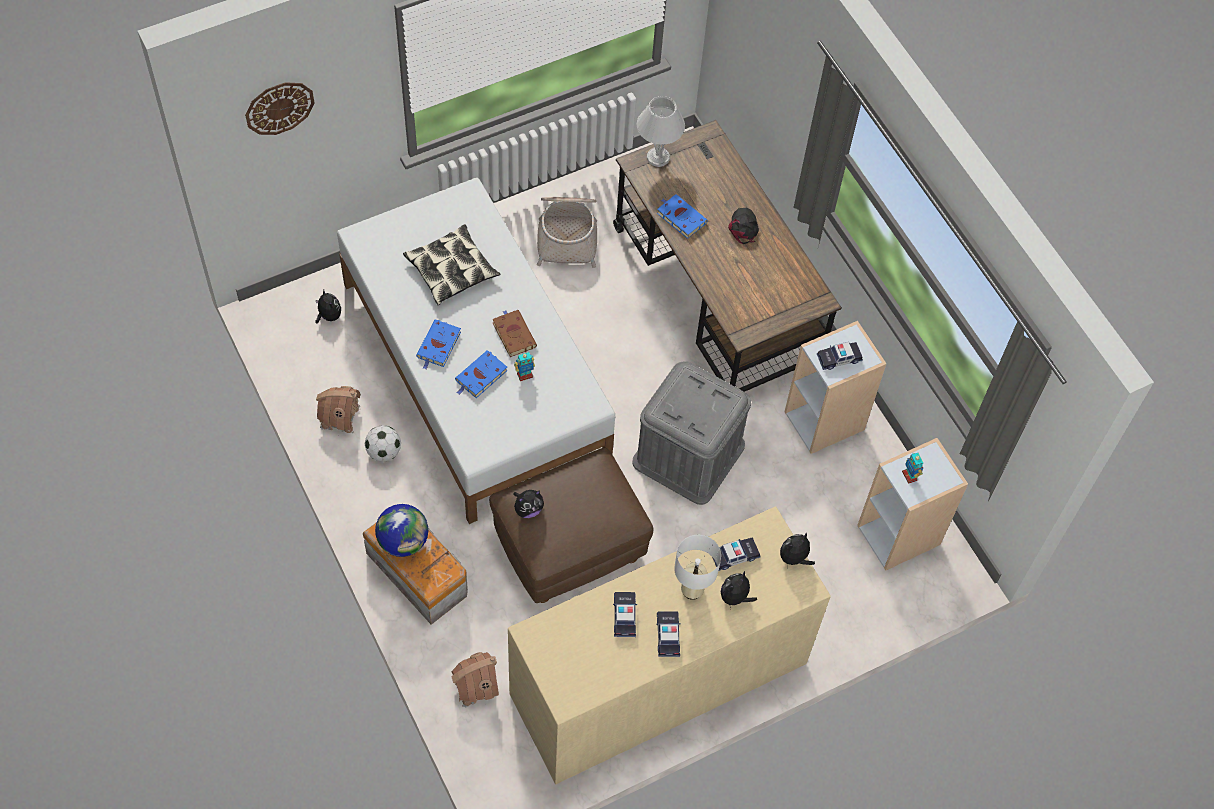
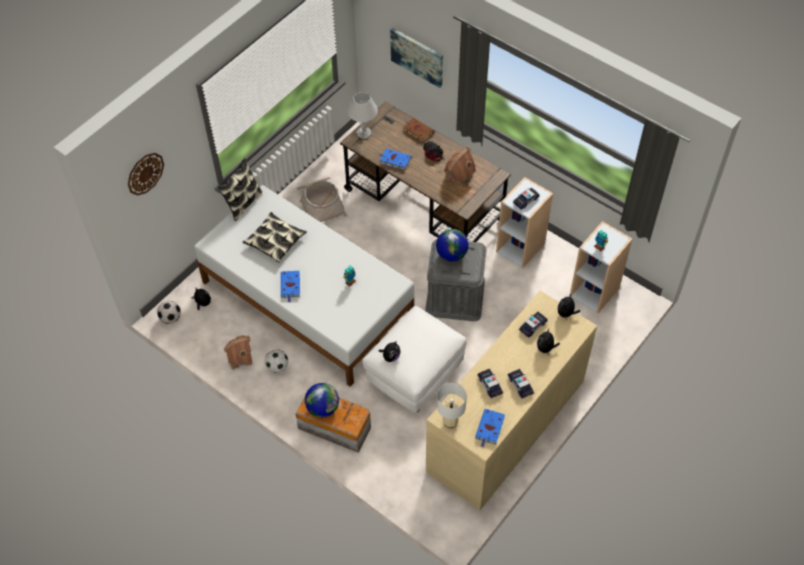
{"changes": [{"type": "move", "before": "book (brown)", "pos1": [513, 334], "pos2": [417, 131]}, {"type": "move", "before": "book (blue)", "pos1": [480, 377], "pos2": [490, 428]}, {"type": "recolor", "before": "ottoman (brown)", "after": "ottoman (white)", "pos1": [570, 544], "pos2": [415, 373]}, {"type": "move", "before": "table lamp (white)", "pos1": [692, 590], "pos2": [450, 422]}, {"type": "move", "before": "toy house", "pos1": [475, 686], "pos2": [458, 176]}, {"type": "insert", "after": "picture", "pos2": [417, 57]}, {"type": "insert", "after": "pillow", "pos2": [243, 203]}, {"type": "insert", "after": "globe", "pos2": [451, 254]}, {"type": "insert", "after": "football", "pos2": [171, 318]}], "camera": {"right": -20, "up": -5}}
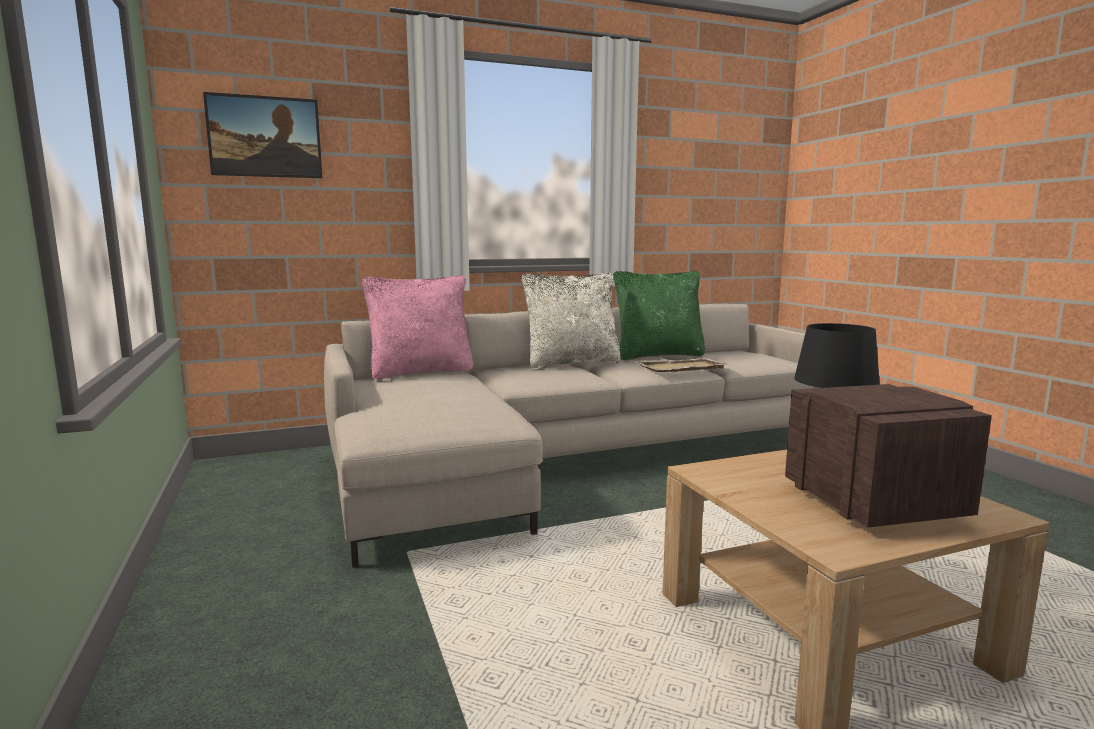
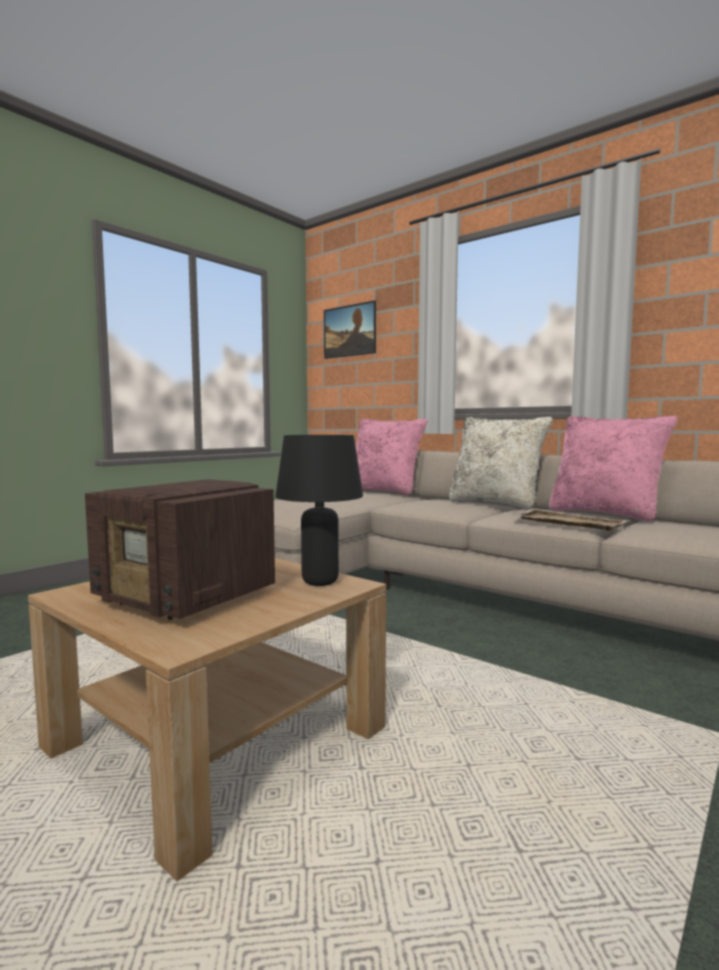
{"changes": [{"type": "recolor", "before": "pillow (green)", "after": "pillow (pink)", "pos1": [659, 357], "pos2": [604, 515]}, {"type": "rotate", "before": "radio", "pos1": [872, 502], "pos2": [187, 598], "turn": 75}], "camera": {"right": 60, "up": -5}}
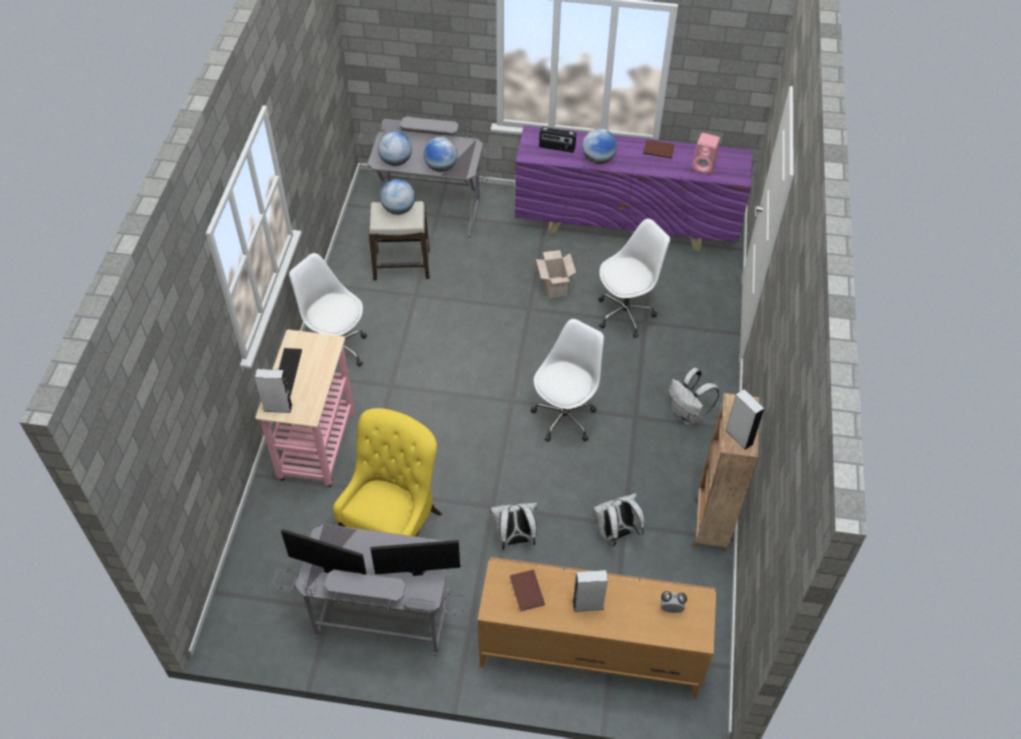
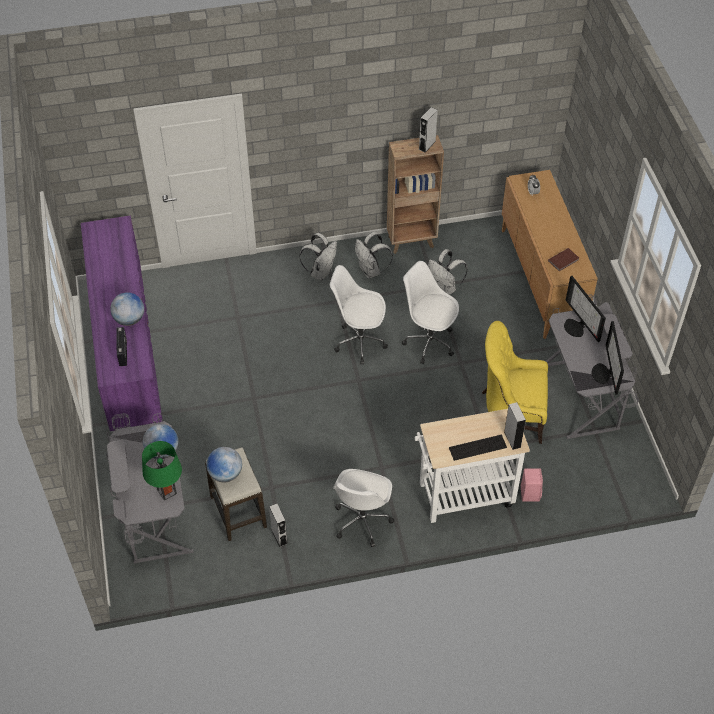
{"changes": [{"type": "replace", "before": "globe", "after": "table lamp (green)", "pos1": [396, 161], "pos2": [167, 491]}, {"type": "move", "before": "speaker (pink)", "pos1": [704, 167], "pos2": [529, 492]}, {"type": "delete", "before": "book (brown)", "pos1": [658, 149]}, {"type": "move", "before": "office chair (white)", "pos1": [626, 314], "pos2": [428, 342]}, {"type": "delete", "before": "cardboard box", "pos1": [554, 287]}, {"type": "recolor", "before": "cart (pink)", "after": "cart (white)", "pos1": [318, 444], "pos2": [464, 495]}, {"type": "move", "before": "backpack (white)", "pos1": [515, 539], "pos2": [371, 271]}, {"type": "move", "before": "speaker (grey)", "pos1": [588, 605], "pos2": [279, 536]}], "camera": {"right": -110, "up": 0}}
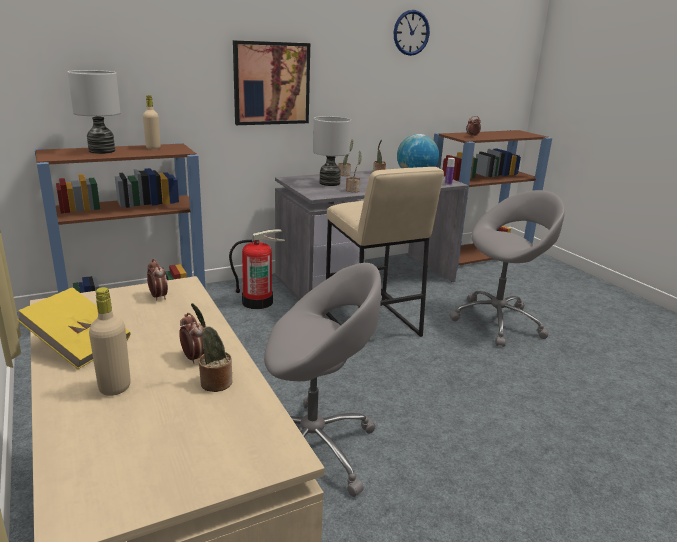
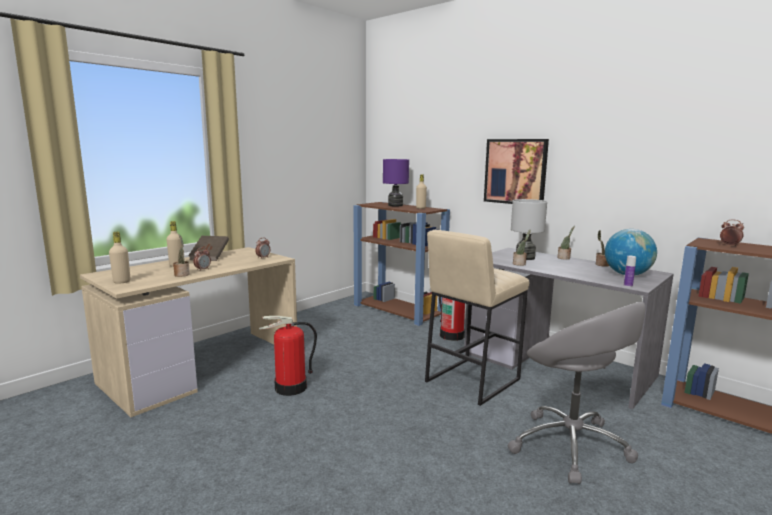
{"changes": [{"type": "delete", "before": "wall clock", "pos1": [411, 32]}, {"type": "recolor", "before": "table lamp (grey)", "after": "table lamp (purple)", "pos1": [102, 151], "pos2": [395, 205]}, {"type": "replace", "before": "office chair (grey)", "after": "fire extinguisher", "pos1": [315, 449], "pos2": [290, 388]}, {"type": "recolor", "before": "book (yellow)", "after": "book (brown)", "pos1": [79, 345], "pos2": [210, 257]}, {"type": "insert", "after": "bottle (beige)", "pos2": [122, 282]}], "camera": {"right": 70, "up": -10}}
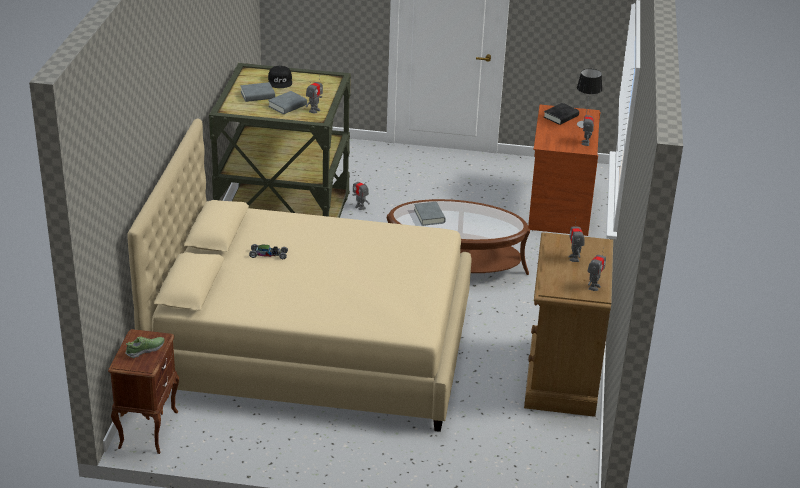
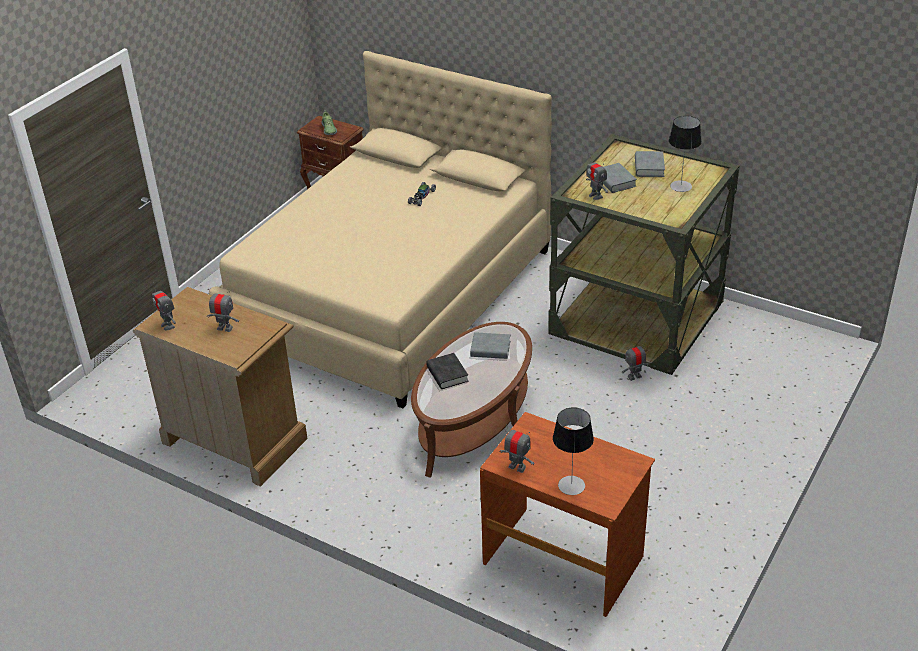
{"changes": [{"type": "replace", "before": "cap (black)", "after": "table lamp", "pos1": [280, 81], "pos2": [681, 186]}, {"type": "move", "before": "book (black)", "pos1": [561, 117], "pos2": [447, 374]}], "camera": {"right": 115, "up": 5}}
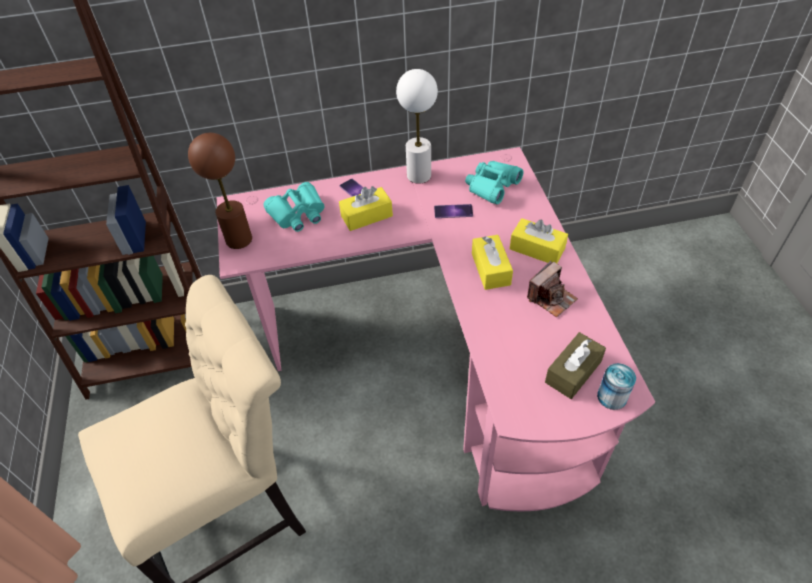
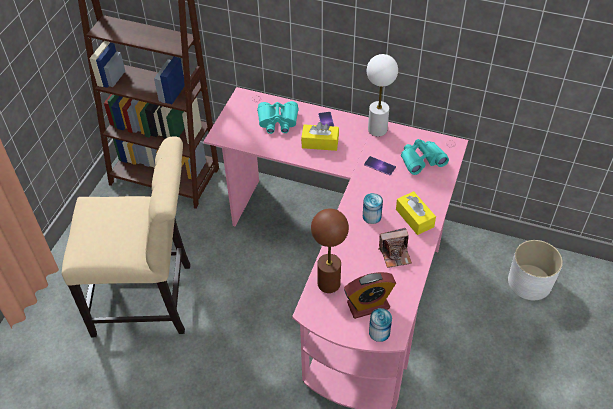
{"changes": [{"type": "move", "before": "table lamp (brown)", "pos1": [239, 239], "pos2": [328, 284]}, {"type": "replace", "before": "tissue box (yellow)", "after": "can", "pos1": [490, 269], "pos2": [372, 216]}, {"type": "replace", "before": "tissue box (brown)", "after": "alarm clock", "pos1": [573, 372], "pos2": [368, 305]}, {"type": "insert", "after": "planter (white)", "pos2": [529, 282]}], "camera": {"right": 30, "up": 0}}
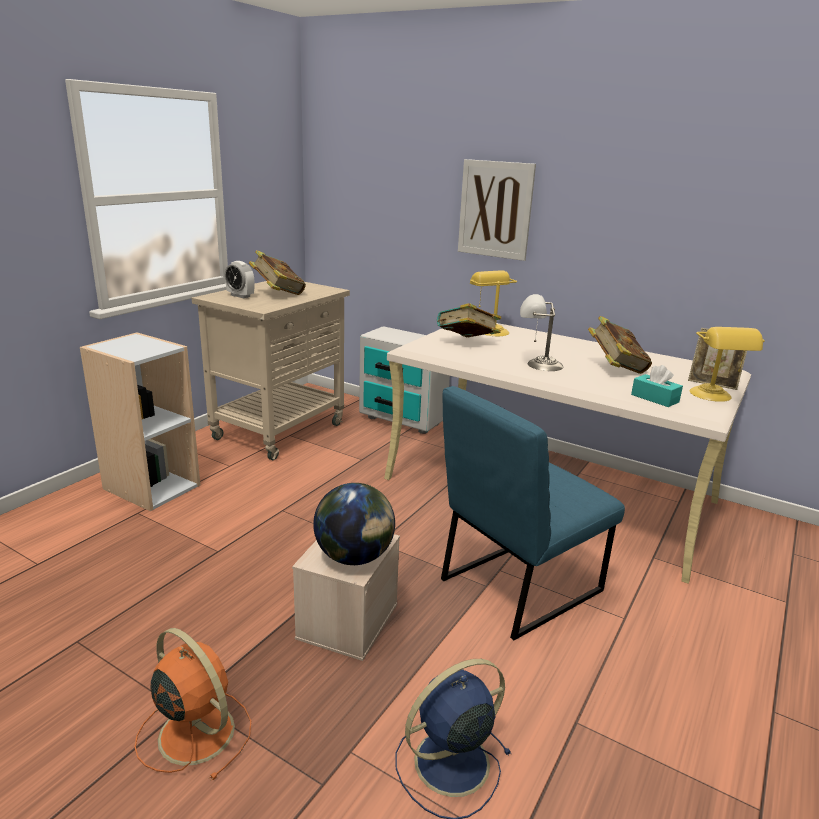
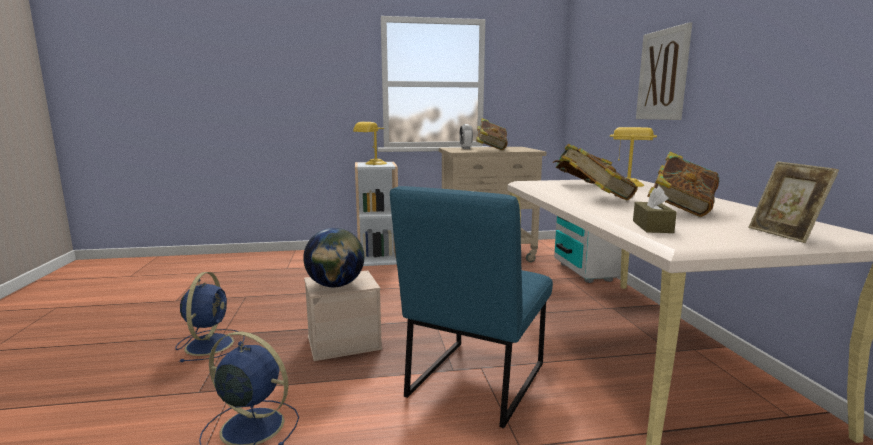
{"changes": [{"type": "replace", "before": "table lamp (white)", "after": "book", "pos1": [537, 364], "pos2": [601, 198]}, {"type": "move", "before": "table lamp (yellow)", "pos1": [715, 397], "pos2": [372, 164]}, {"type": "recolor", "before": "tissue box (turquoise)", "after": "tissue box (brown)", "pos1": [654, 398], "pos2": [652, 227]}, {"type": "rotate", "before": "chair (blue)", "pos1": [517, 586], "pos2": [474, 381], "turn": -75}, {"type": "recolor", "before": "fan (orange)", "after": "fan (blue)", "pos1": [194, 731], "pos2": [210, 344]}], "camera": {"right": 50, "up": -10}}
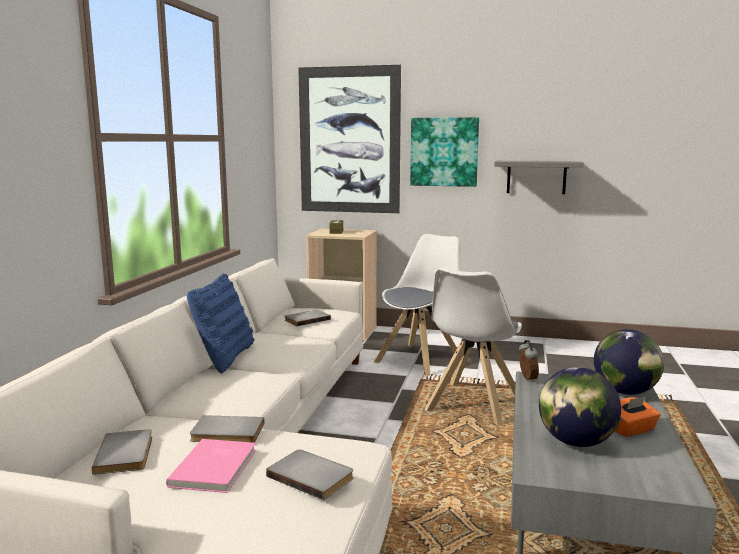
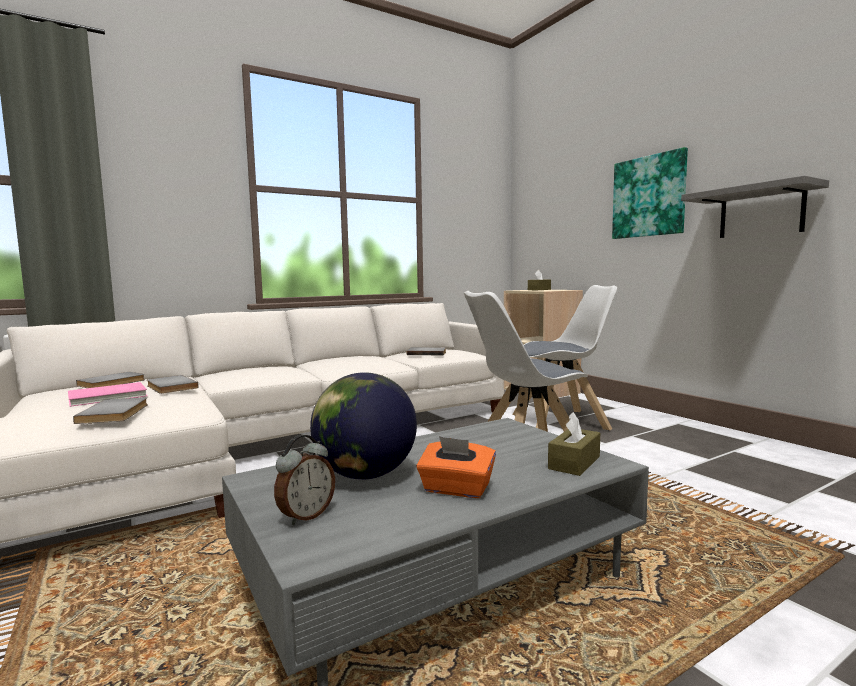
{"changes": [{"type": "delete", "before": "picture", "pos1": [349, 140]}, {"type": "delete", "before": "pillow (blue)", "pos1": [225, 358]}, {"type": "replace", "before": "globe", "after": "tissue box (brown)", "pos1": [625, 392], "pos2": [574, 463]}, {"type": "move", "before": "alarm clock", "pos1": [527, 379], "pos2": [305, 516]}], "camera": {"right": 45, "up": -5}}
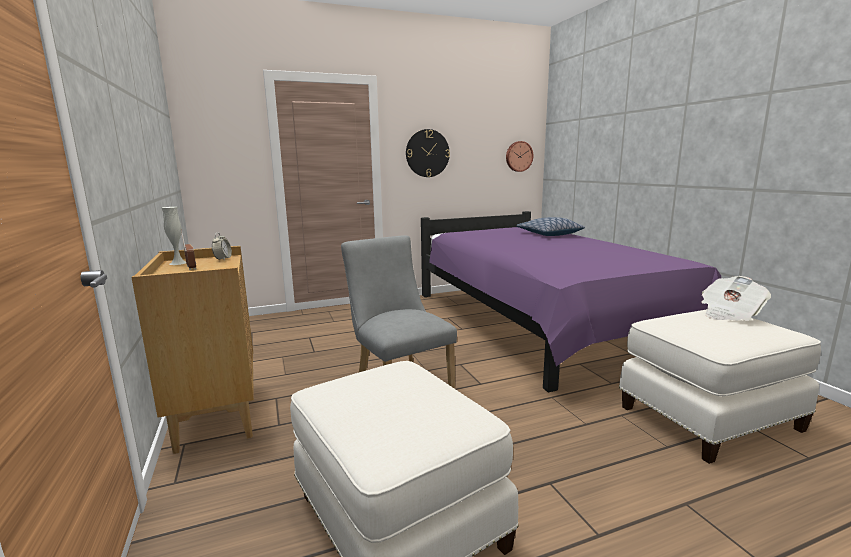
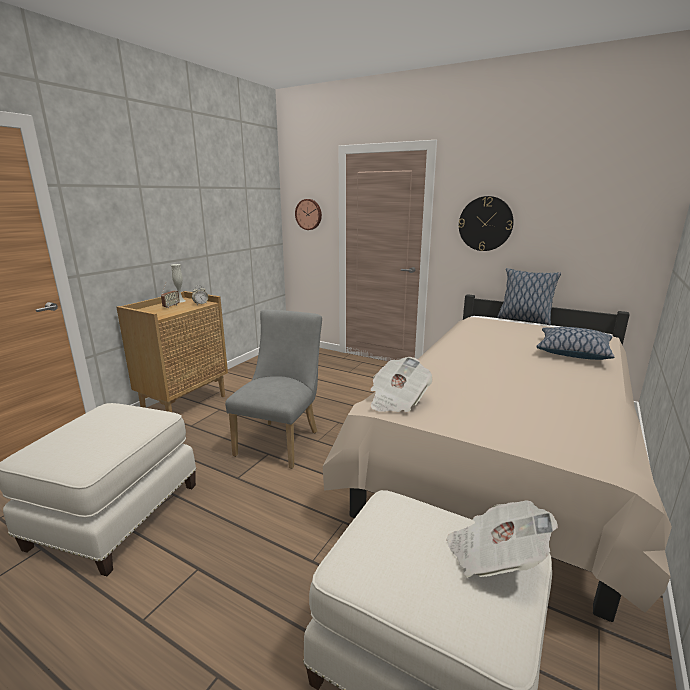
{"changes": [{"type": "move", "before": "wall clock", "pos1": [518, 156], "pos2": [309, 214]}, {"type": "recolor", "before": "bed (purple)", "after": "bed (beige)", "pos1": [539, 324], "pos2": [502, 457]}, {"type": "insert", "after": "pillow", "pos2": [523, 320]}, {"type": "insert", "after": "newspaper", "pos2": [397, 400]}], "camera": {"right": 50, "up": 5}}
